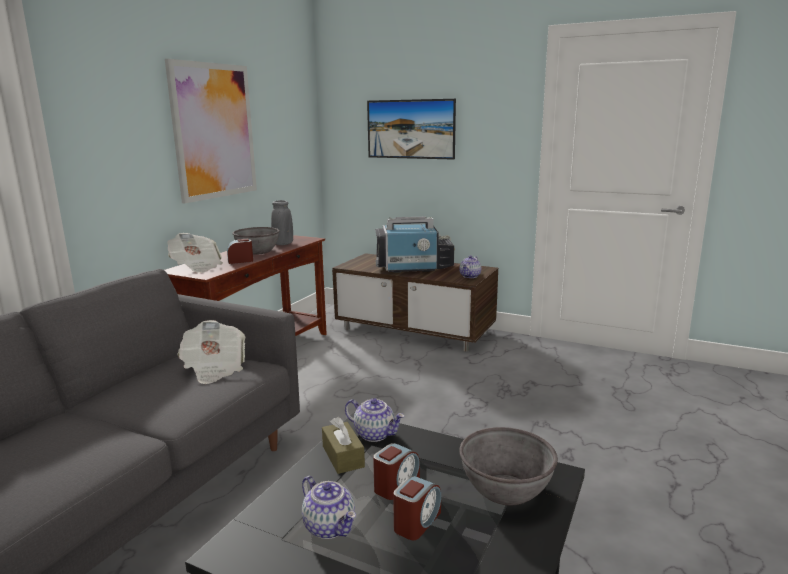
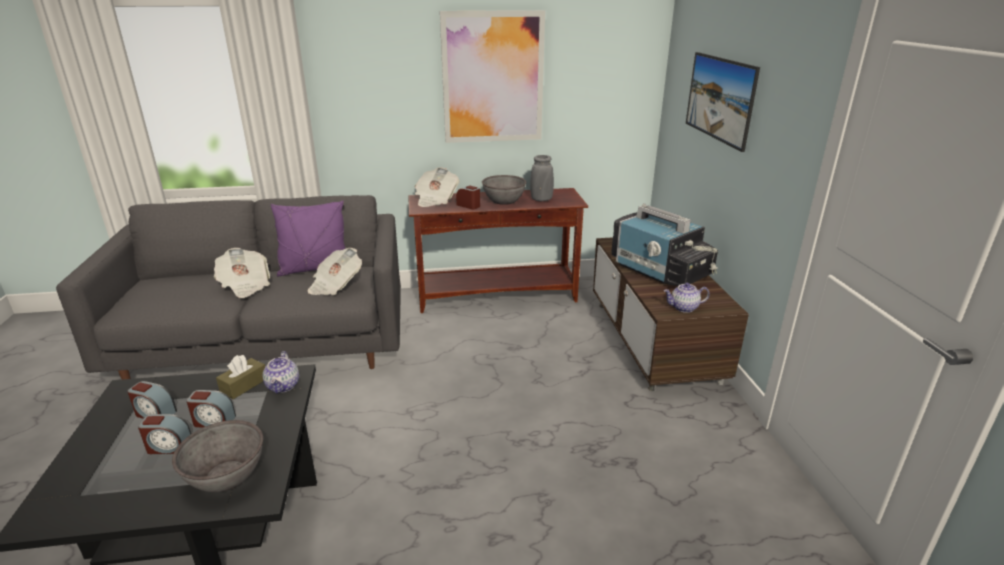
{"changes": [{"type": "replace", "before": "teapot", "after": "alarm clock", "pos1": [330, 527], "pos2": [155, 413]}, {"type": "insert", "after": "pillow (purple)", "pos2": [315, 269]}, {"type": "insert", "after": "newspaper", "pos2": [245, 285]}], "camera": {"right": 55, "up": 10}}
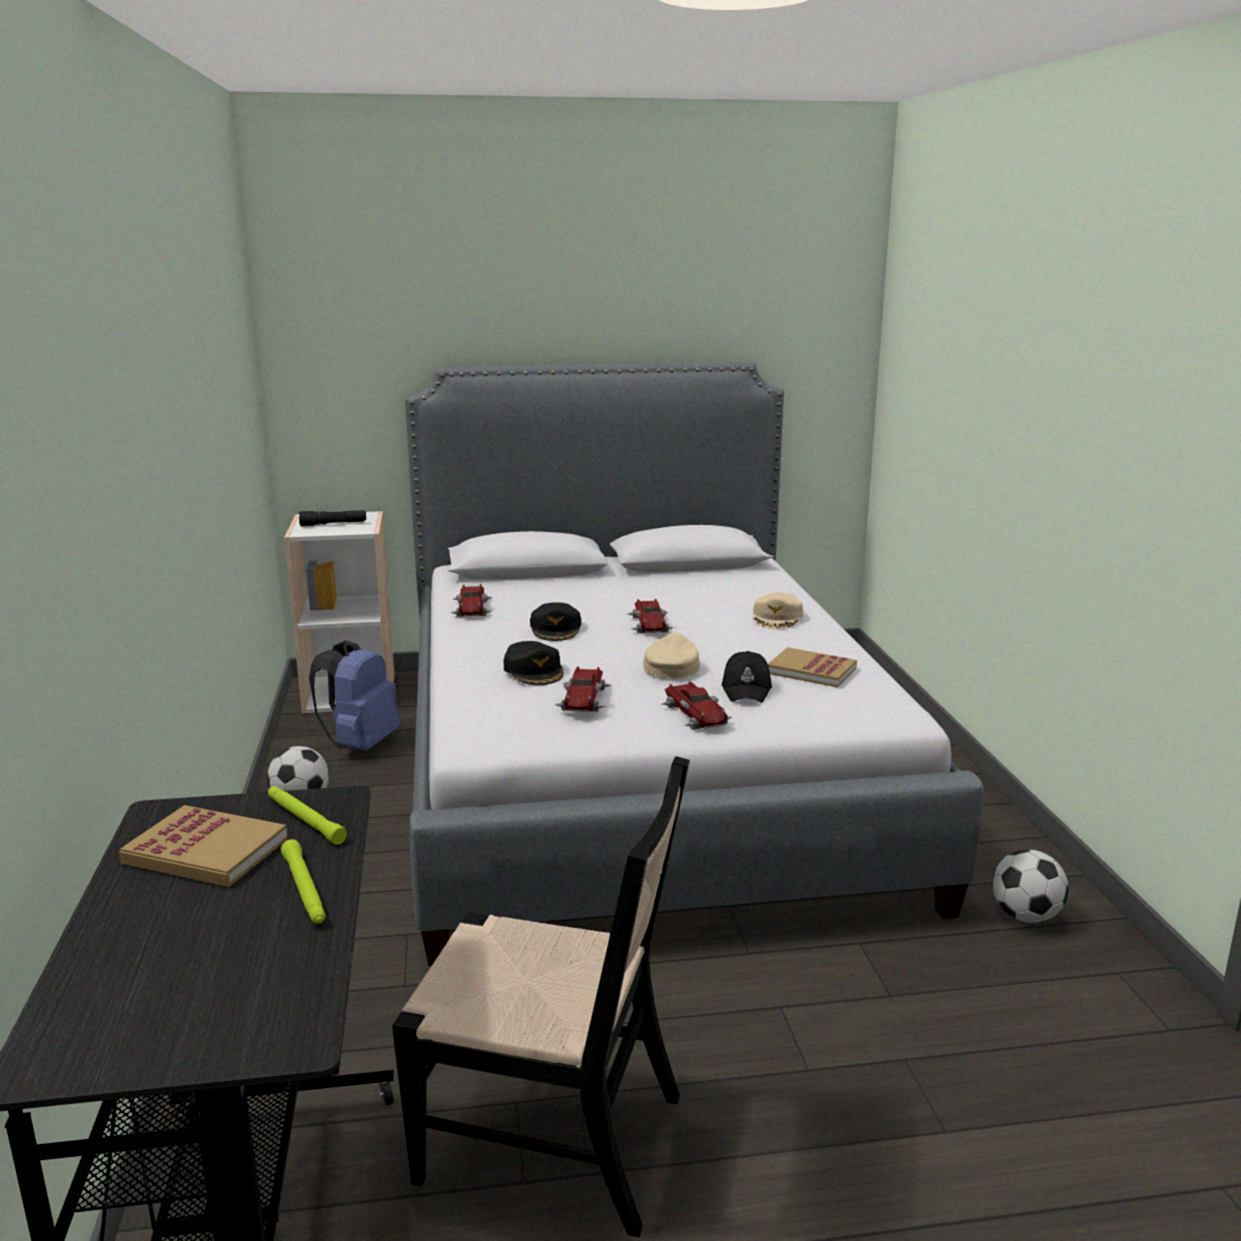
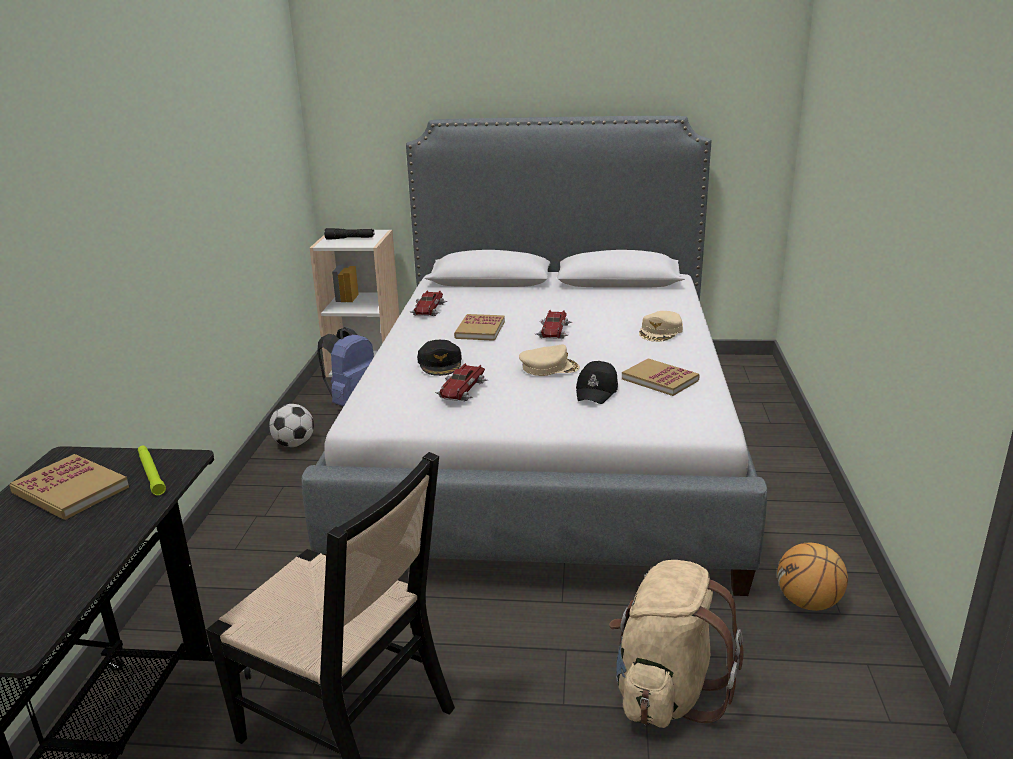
{"changes": [{"type": "replace", "before": "cap (black)", "after": "book", "pos1": [556, 629], "pos2": [480, 330]}, {"type": "rotate", "before": "cap (beige)", "pos1": [671, 666], "pos2": [549, 367], "turn": 60}, {"type": "delete", "before": "toy car", "pos1": [696, 715]}, {"type": "delete", "before": "flashlight (green)", "pos1": [305, 890]}, {"type": "replace", "before": "football", "after": "basketball", "pos1": [1026, 916], "pos2": [808, 603]}, {"type": "insert", "after": "backpack (beige)", "pos2": [666, 692]}], "camera": {"right": 15, "up": 5}}
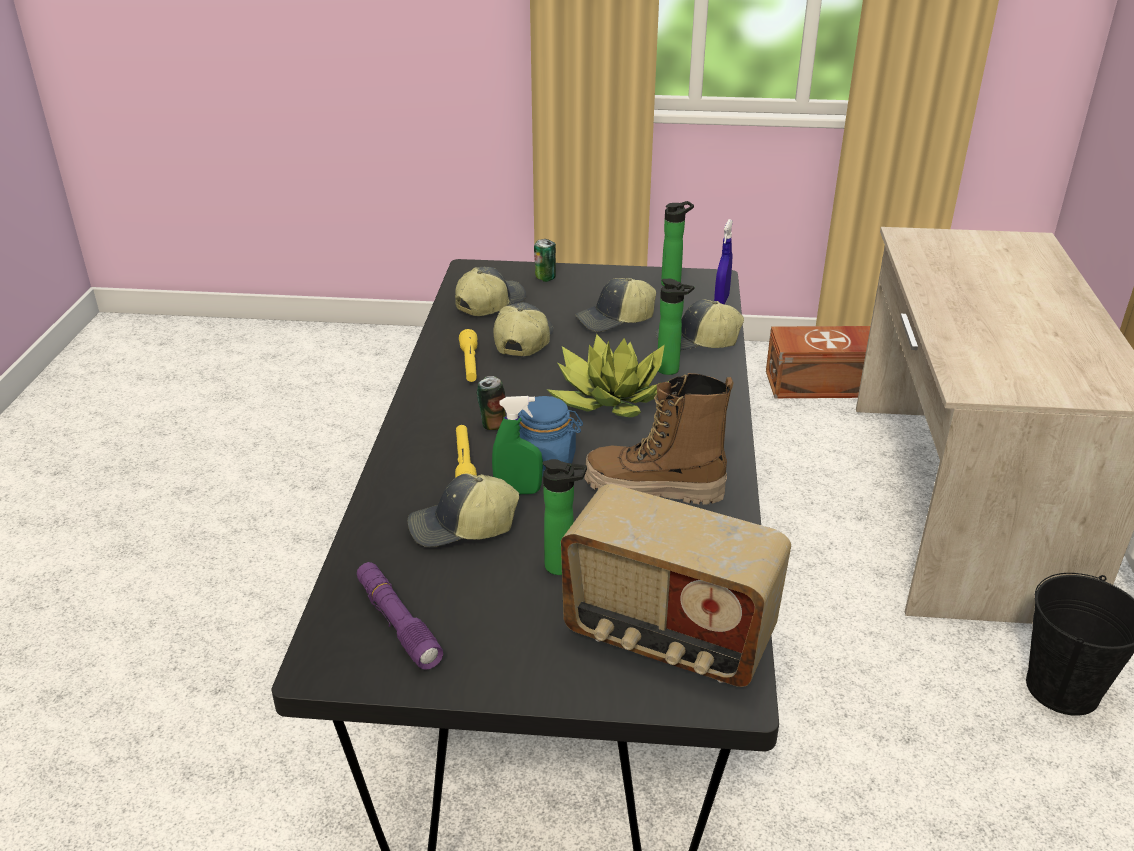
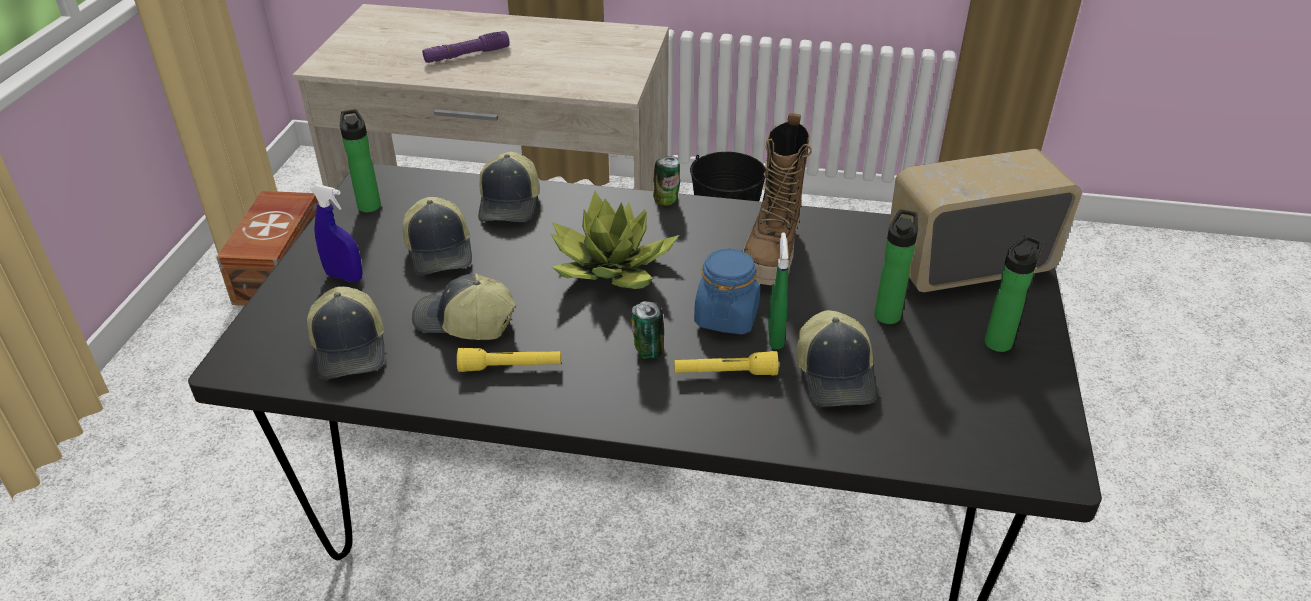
{"changes": [{"type": "move", "before": "spray bottle (blue)", "pos1": [721, 301], "pos2": [344, 276]}, {"type": "move", "before": "can", "pos1": [545, 278], "pos2": [667, 201]}, {"type": "rotate", "before": "cap", "pos1": [489, 303], "pos2": [351, 348], "turn": -150}, {"type": "move", "before": "bottle", "pos1": [671, 370], "pos2": [1000, 341]}, {"type": "rotate", "before": "radio", "pos1": [667, 638], "pos2": [967, 266], "turn": -135}, {"type": "move", "before": "flashlight (purple)", "pos1": [397, 623], "pos2": [466, 55]}], "camera": {"right": -85, "up": 5}}
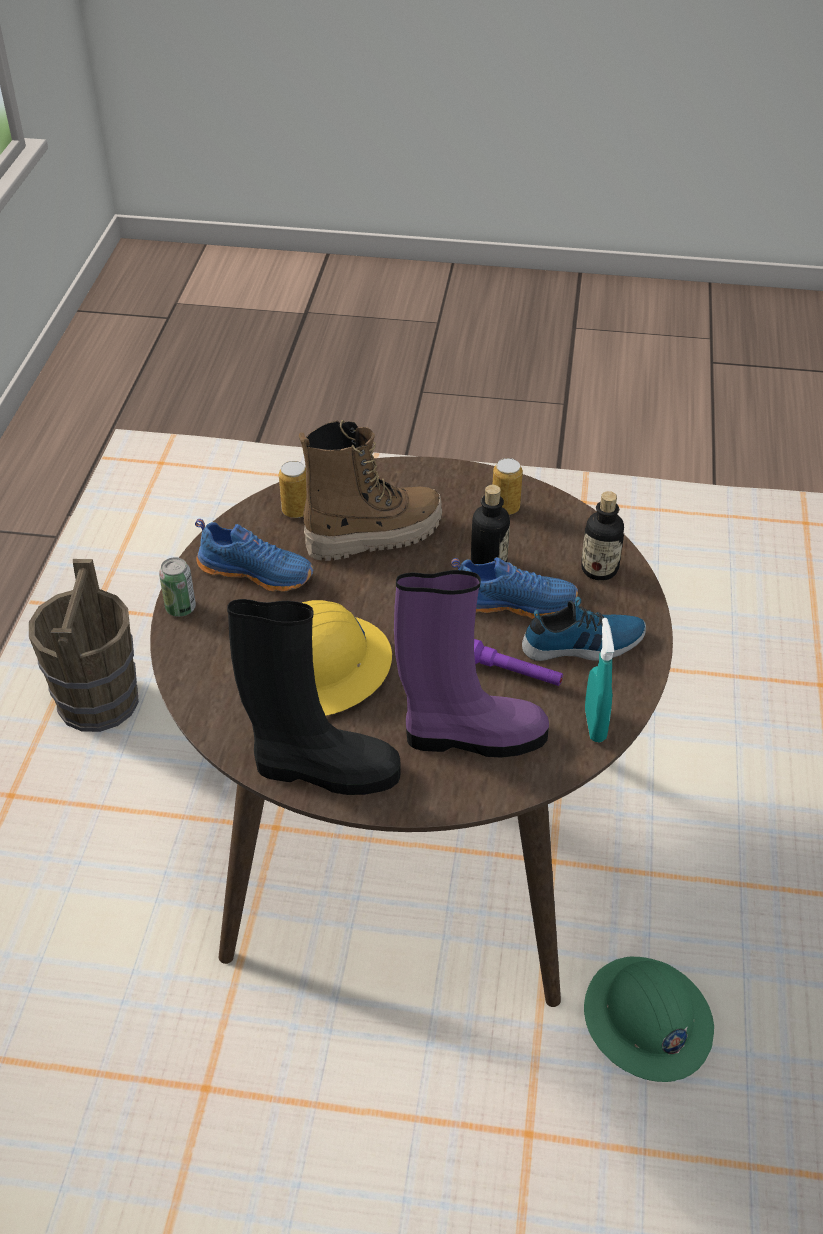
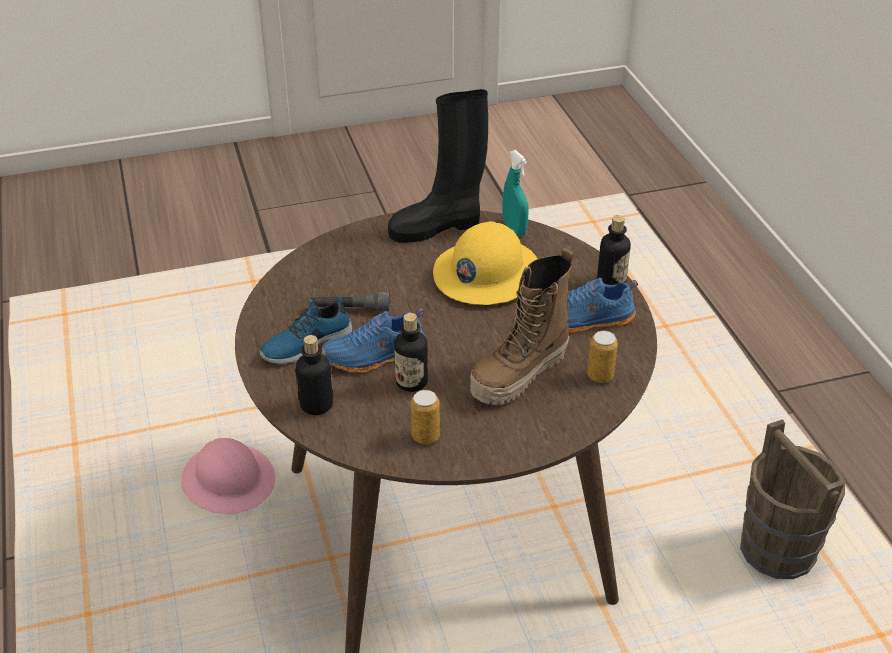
{"changes": [{"type": "replace", "before": "can", "after": "bottle", "pos1": [180, 608], "pos2": [611, 281]}, {"type": "delete", "before": "boot (purple)", "pos1": [471, 736]}, {"type": "move", "before": "spray bottle (turquoise)", "pos1": [595, 725], "pos2": [514, 228]}, {"type": "recolor", "before": "flashlight (purple)", "after": "flashlight (grey)", "pos1": [511, 673], "pos2": [350, 309]}, {"type": "recolor", "before": "hard hat (green)", "after": "hard hat (pink)", "pos1": [647, 1020], "pos2": [229, 480]}], "camera": {"right": 155, "up": -5}}
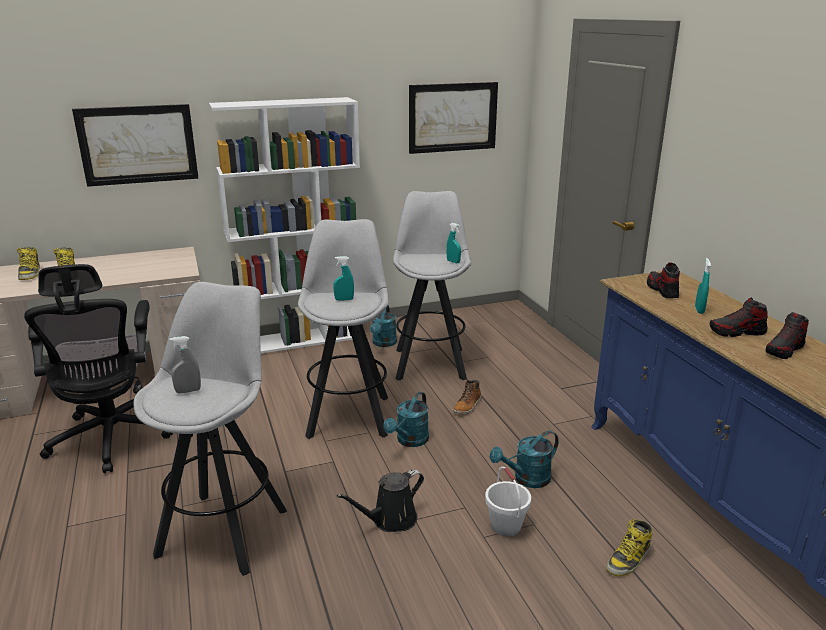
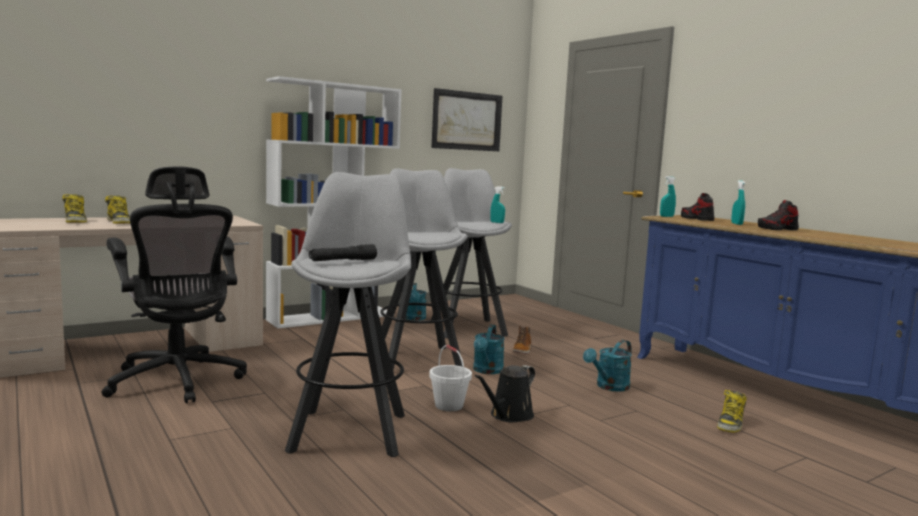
{"changes": [{"type": "delete", "before": "picture", "pos1": [138, 144]}, {"type": "move", "before": "spray bottle (turquoise)", "pos1": [344, 299], "pos2": [666, 216]}, {"type": "delete", "before": "shoe", "pos1": [784, 350]}, {"type": "replace", "before": "spray bottle (grey)", "after": "flashlight (black)", "pos1": [188, 391], "pos2": [343, 261]}, {"type": "move", "before": "bucket (white)", "pos1": [505, 526], "pos2": [448, 406]}], "camera": {"right": -15, "up": -15}}
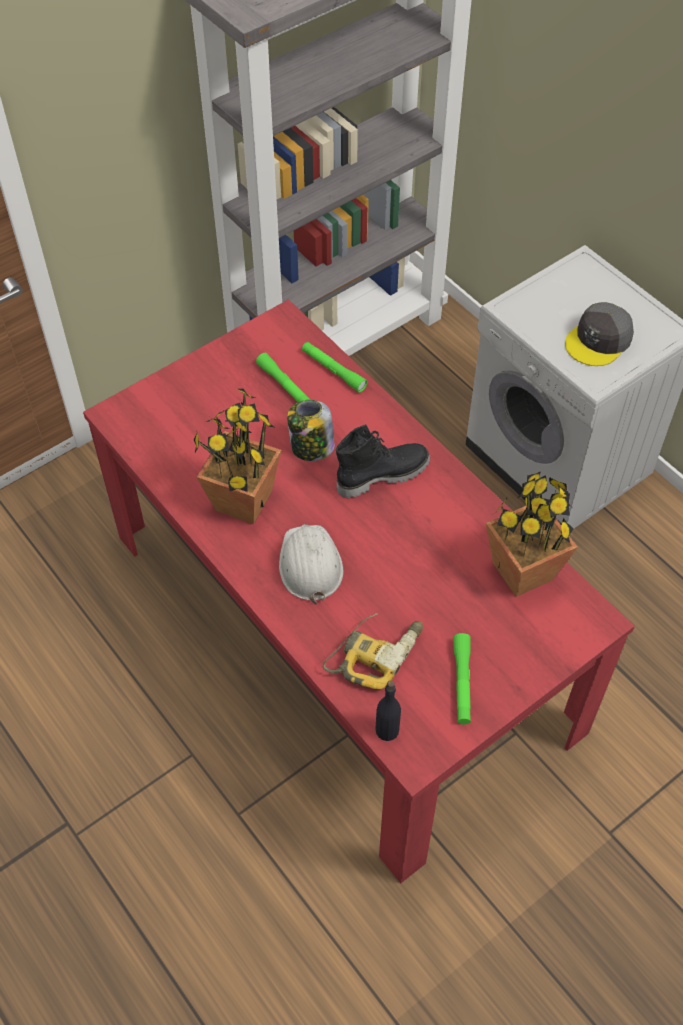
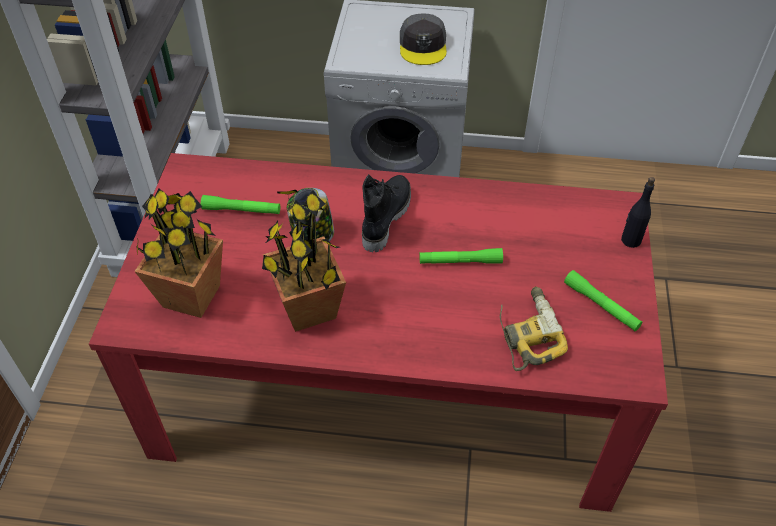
{"changes": [{"type": "move", "before": "flashlight (green)", "pos1": [333, 371], "pos2": [460, 261]}, {"type": "move", "before": "potted plant", "pos1": [522, 571], "pos2": [190, 296]}, {"type": "delete", "before": "hard hat (white)", "pos1": [309, 565]}, {"type": "move", "before": "bottle (black)", "pos1": [387, 730], "pos2": [630, 240]}], "camera": {"right": -45, "up": -5}}
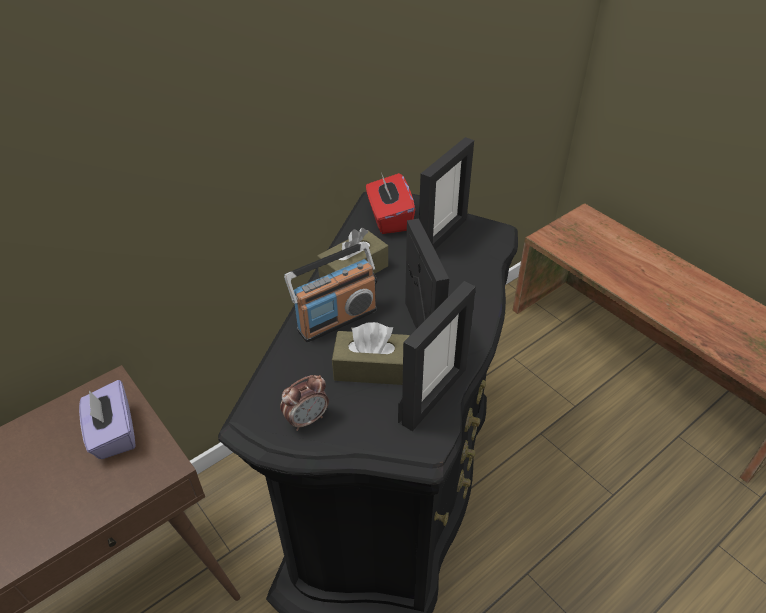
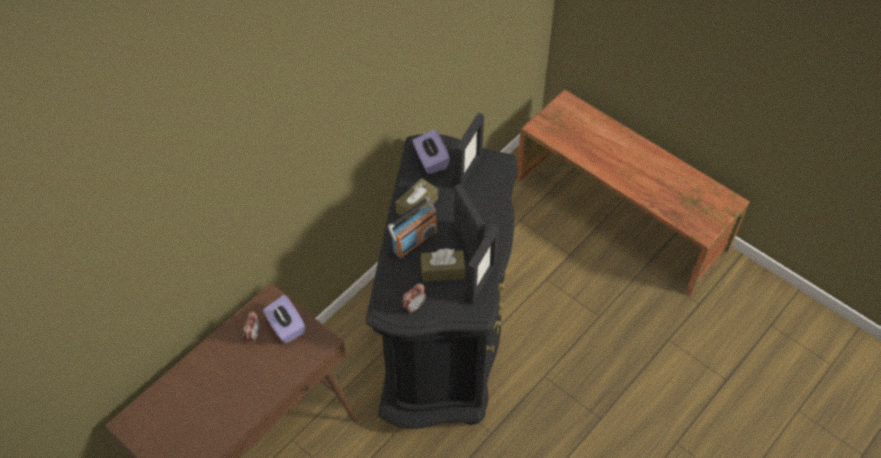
{"changes": [{"type": "recolor", "before": "tissue box (red)", "after": "tissue box (purple)", "pos1": [389, 219], "pos2": [430, 160]}, {"type": "insert", "after": "alarm clock", "pos2": [253, 335]}], "camera": {"right": -10, "up": 10}}
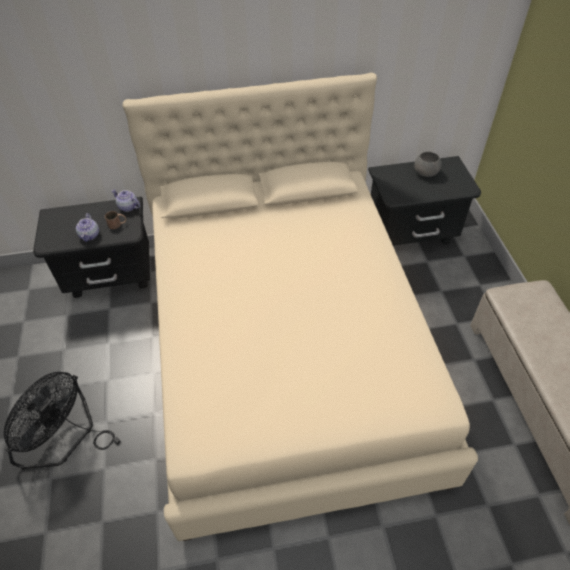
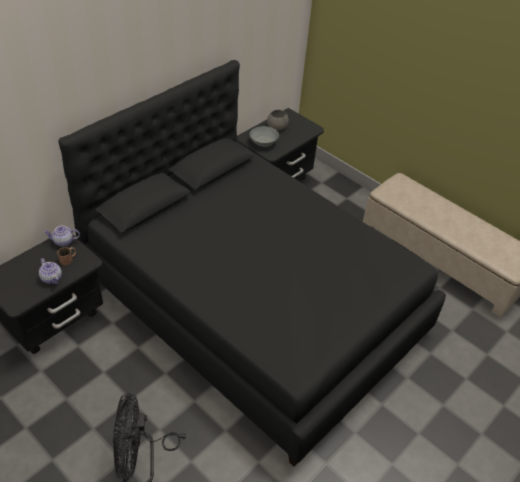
{"changes": [{"type": "recolor", "before": "bed (beige)", "after": "bed (black)", "pos1": [286, 349], "pos2": [254, 302]}, {"type": "insert", "after": "bowl (grey)", "pos2": [264, 142]}], "camera": {"right": -40, "up": -5}}
